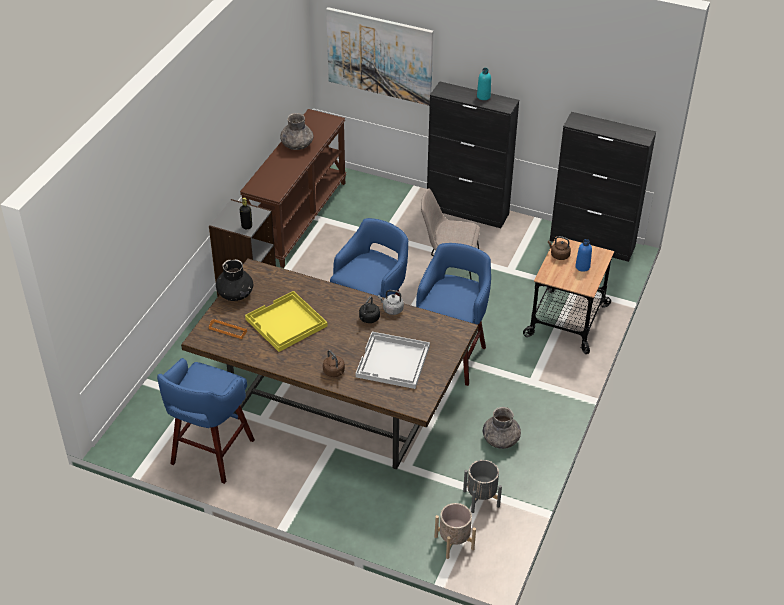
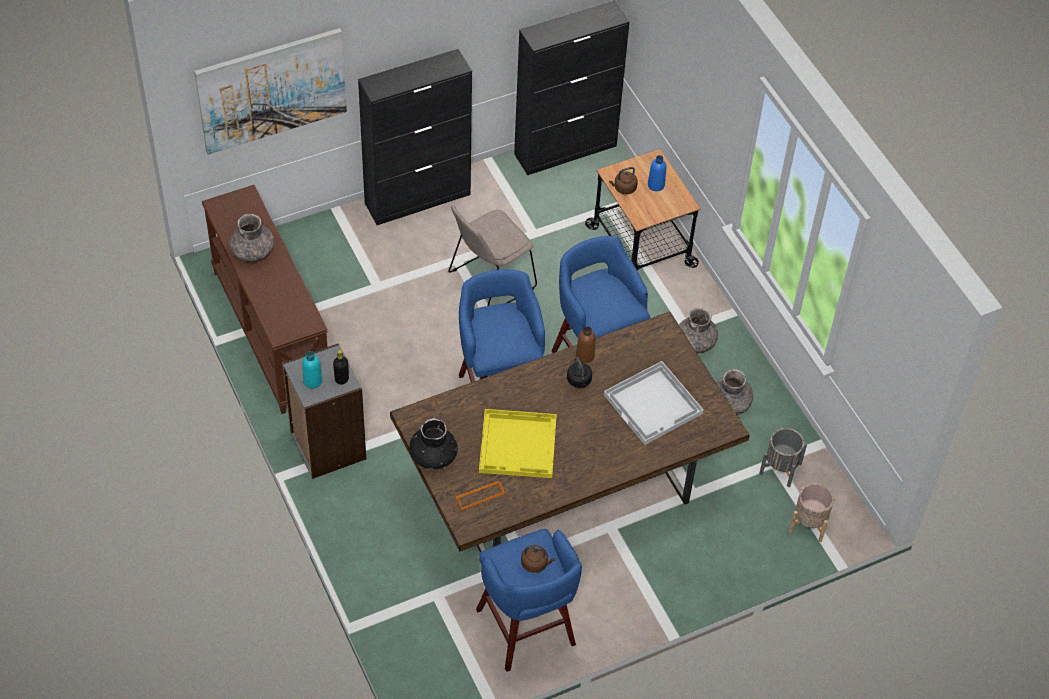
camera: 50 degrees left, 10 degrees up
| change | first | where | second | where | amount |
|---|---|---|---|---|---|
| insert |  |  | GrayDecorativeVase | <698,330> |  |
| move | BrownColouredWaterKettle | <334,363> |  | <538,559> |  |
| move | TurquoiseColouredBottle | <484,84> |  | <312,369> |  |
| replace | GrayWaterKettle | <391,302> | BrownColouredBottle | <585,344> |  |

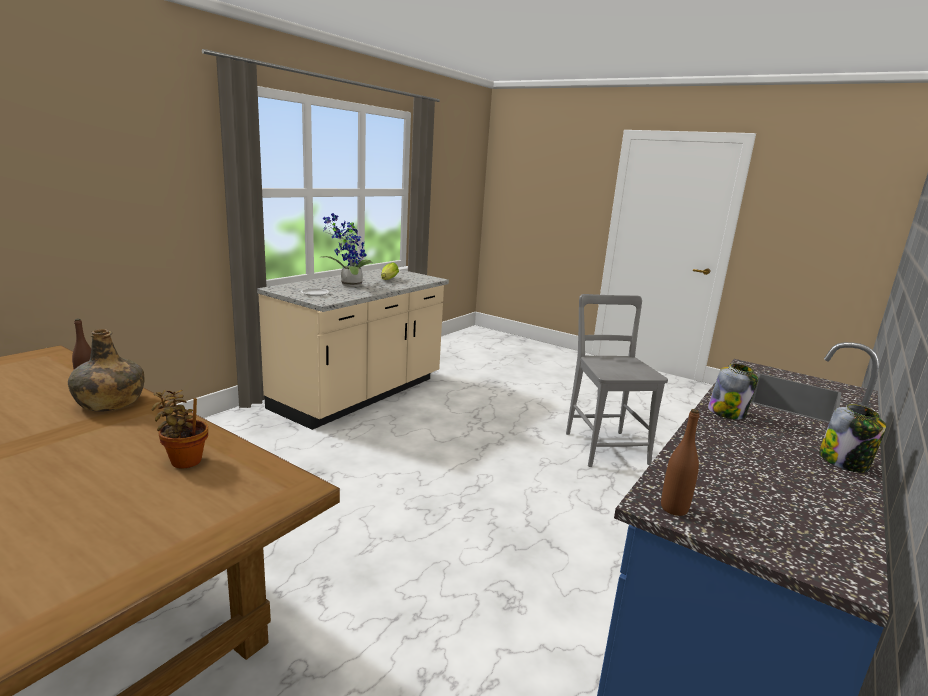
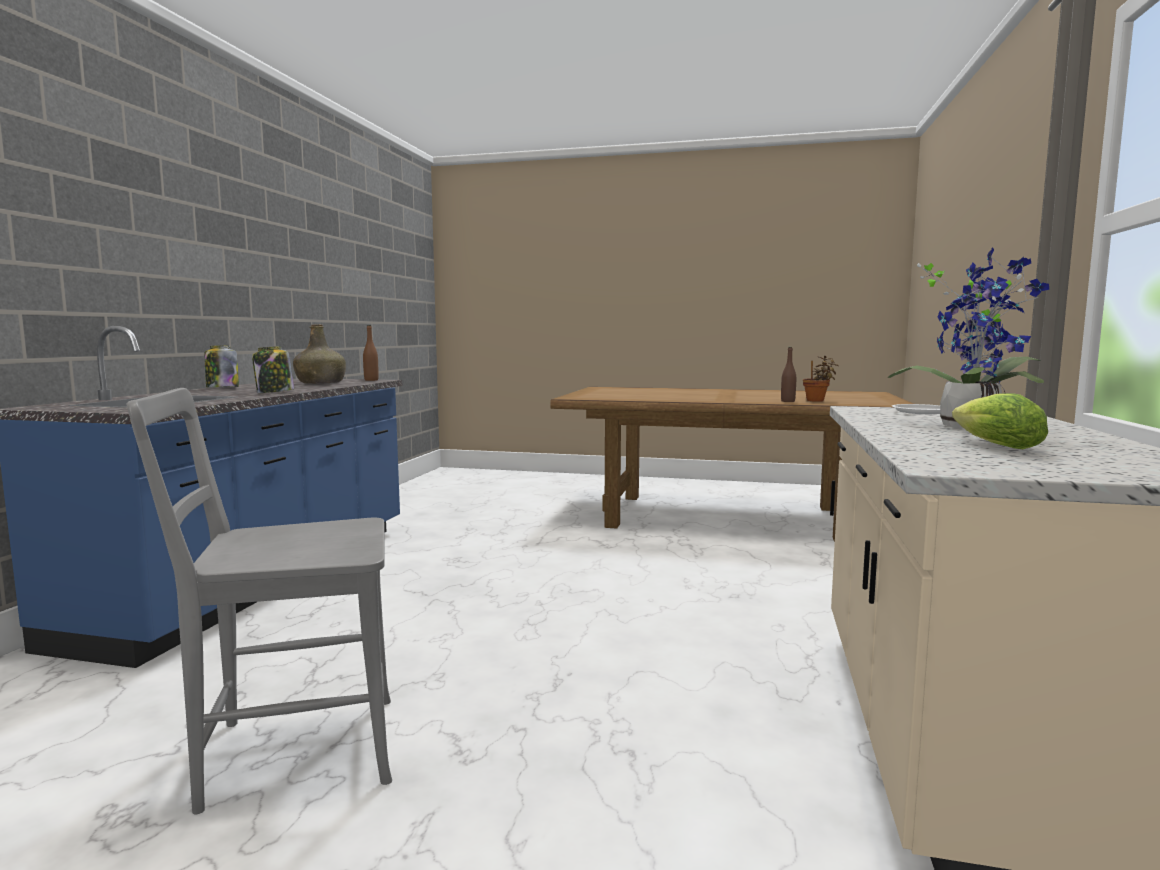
camera: 160 degrees right, 10 degrees down
| change | first | where | second | where | amount |
|---|---|---|---|---|---|
| move | GreenBottle | <106,370> |  | <319,354> |  |
| move | PlantInAPot | <179,429> |  | <821,379> |  |
| rotate | GrayUprightChair | <617,380> |  | <259,601> | 105 degrees clockwise |

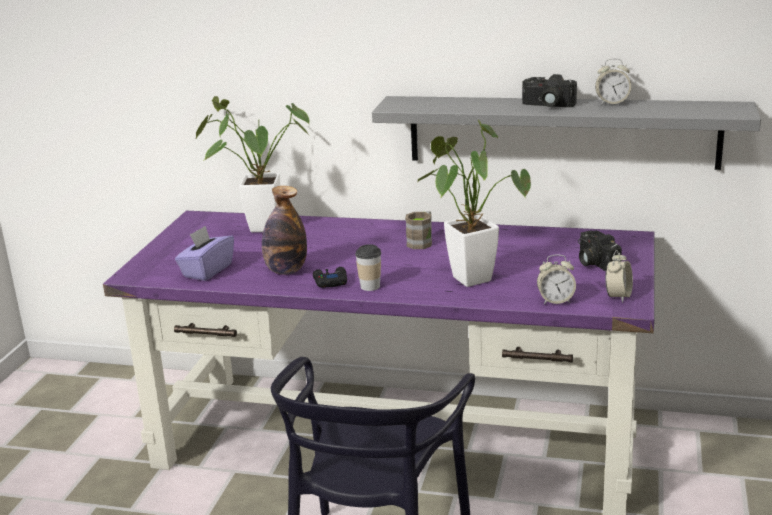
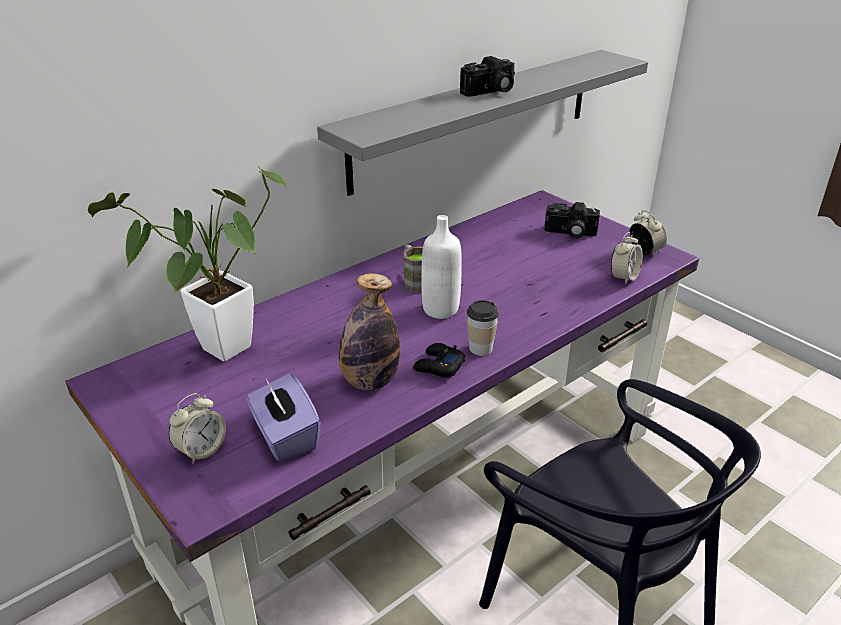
camera: 55 degrees left, 10 degrees up
| change | first | where | second | where | amount |
|---|---|---|---|---|---|
| delete | PlantInAPot | <474,203> |  |  |  |
| insert |  |  | WhiteColouredBottle | <441,267> |  |
| move | BedsideClock | <613,81> |  | <197,428> |  |

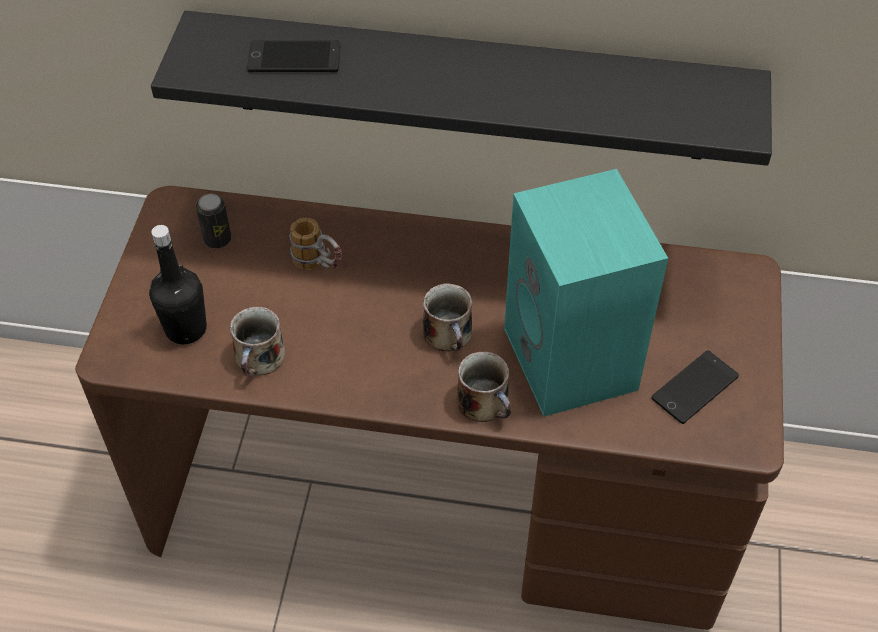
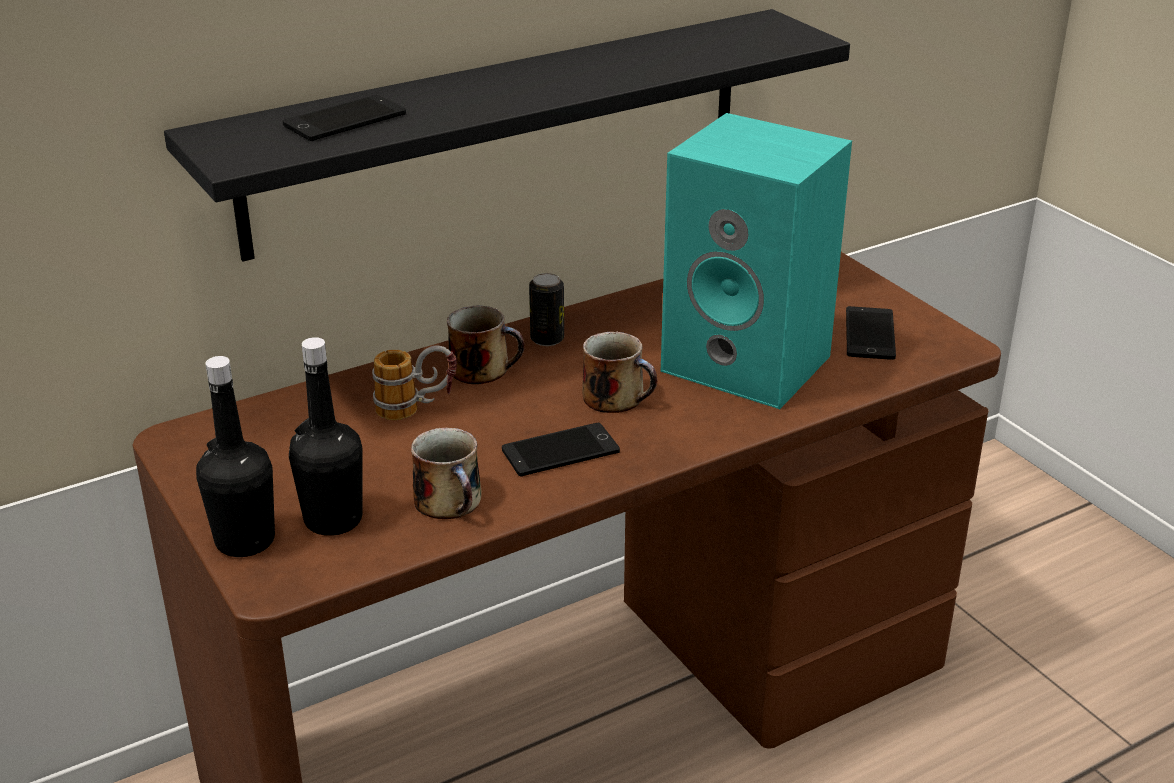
camera: 40 degrees left, 20 degrees down
| change | first | where | second | where | amount |
|---|---|---|---|---|---|
| insert |  |  | BlackColouredBottle | <235,456> |  |
| insert |  |  | Telephone | <561,449> |  |
| move | Can | <213,221> |  | <546,309> |  |
| move | TeaMug | <484,387> |  | <486,344> |  |

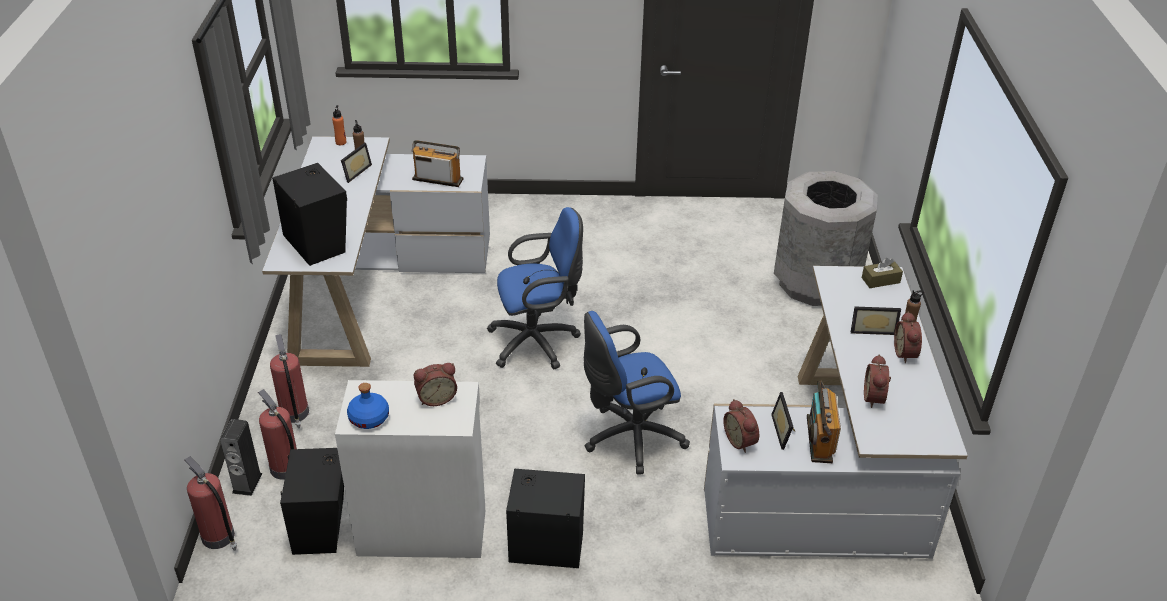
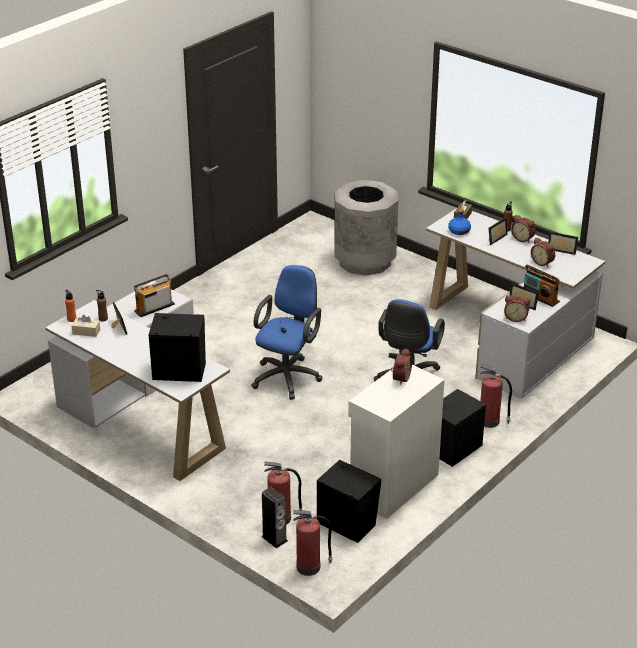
camera: 50 degrees left, 5 degrees down
| change | first | where | second | where | amount |
|---|---|---|---|---|---|
| insert |  |  | BeigeTissueHolder | <85,326> |  |
| insert |  |  | StandingFrame | <563,243> |  |
| move | Extinguisher | <289,381> |  | <496,396> |  |
| move | BluishBottle | <368,406> |  | <459,222> |  |

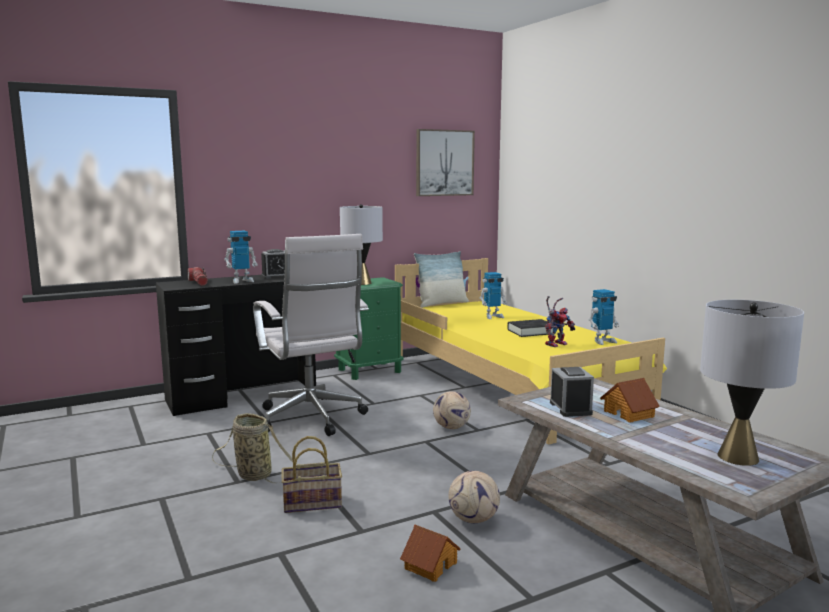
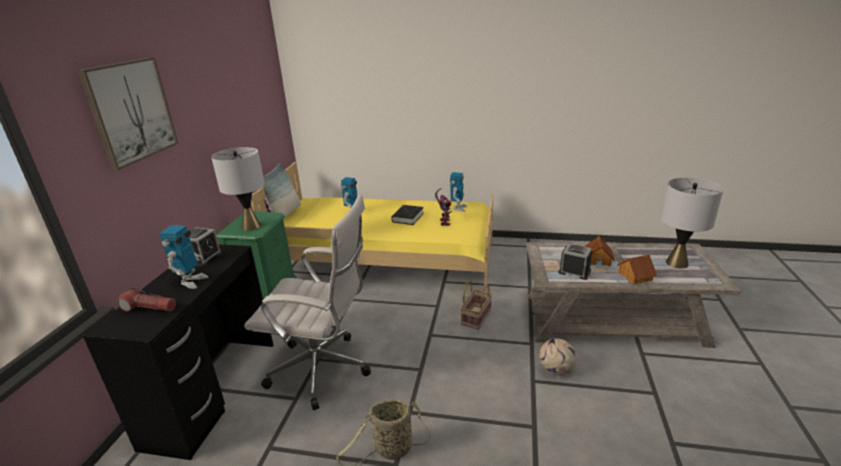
camera: 50 degrees left, 15 degrees up
| change | first | where | second | where | amount |
|---|---|---|---|---|---|
| delete | Football | <452,410> |  |  |  |
| move | HouseholdBasket | <312,474> |  | <476,305> |  |
| move | ModelHouse | <430,553> |  | <637,269> |  |
| move | WallPicture | <445,162> |  | <127,113> |  |

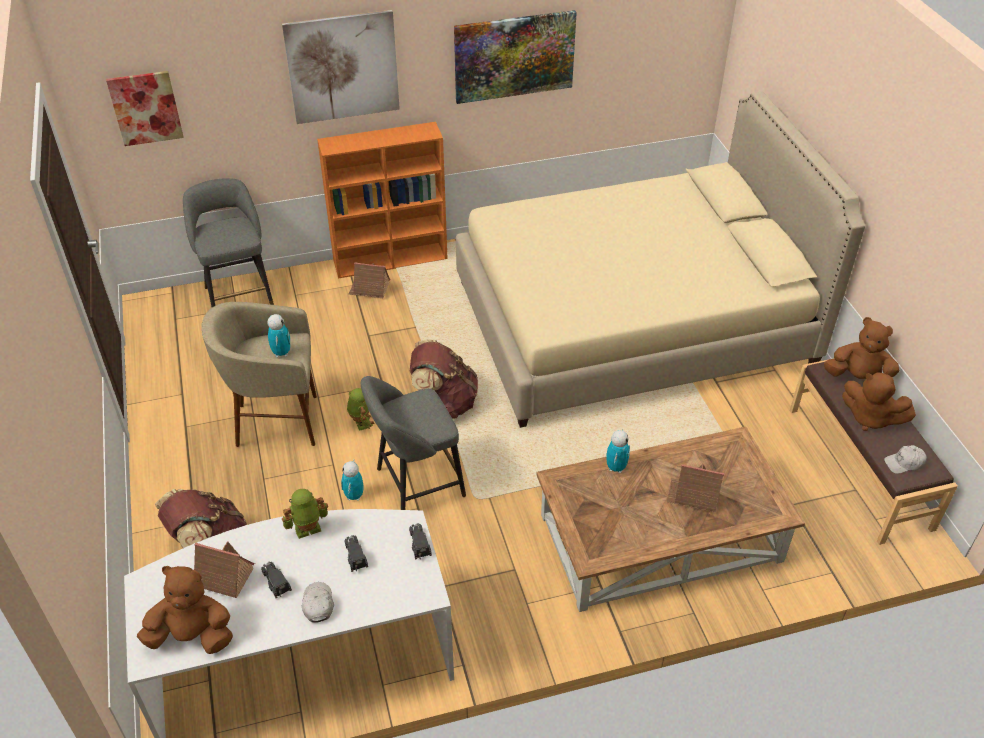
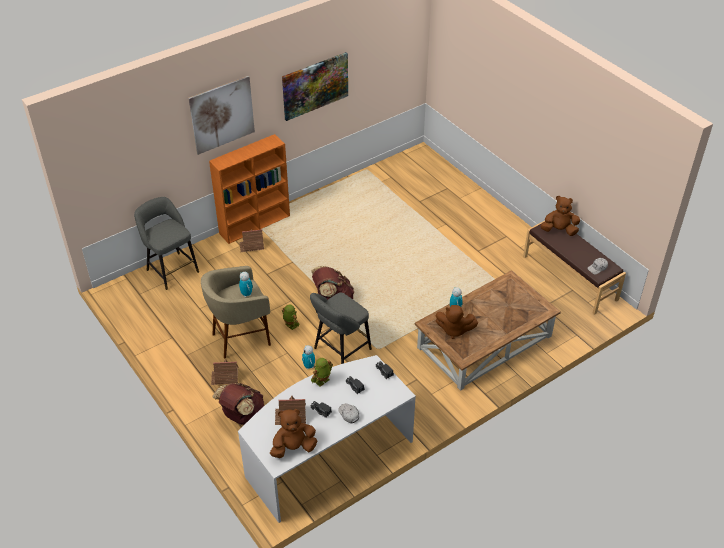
camera: 20 degrees left, 0 degrees up
| change | first | where | second | where | amount |
|---|---|---|---|---|---|
| delete | WallPicture | <145,108> |  |  |  |
| delete | BeigeSleepingBed | <660,260> |  |  |  |
| move | ModelHouse | <695,488> |  | <225,372> |  |
| move | BrownColouredPlushToy | <879,401> |  | <456,322> |  |

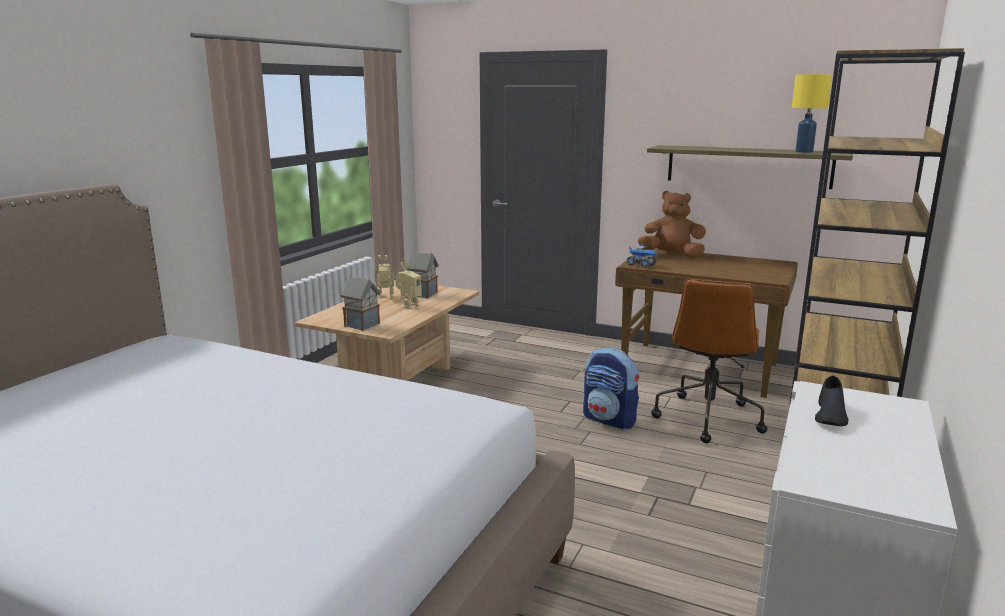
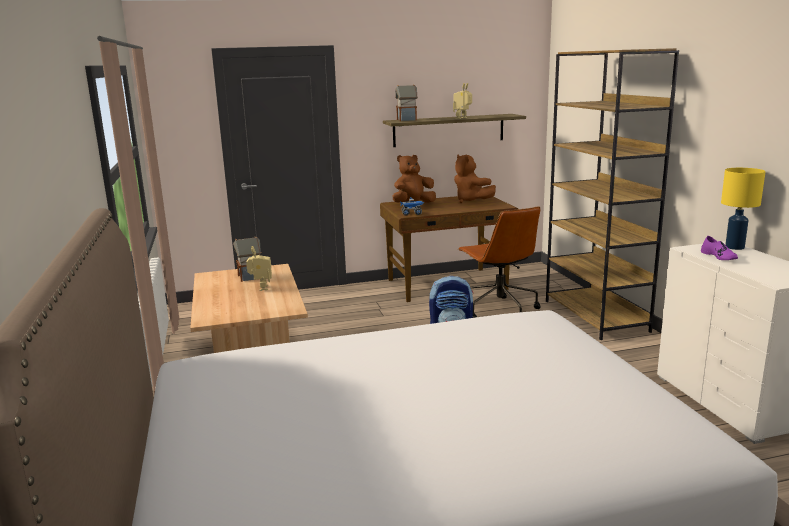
camera: 40 degrees left, 0 degrees up
| change | first | where | second | where | amount |
|---|---|---|---|---|---|
| insert |  |  | BrownColouredPlushToy | <475,178> |  |
| move | ModelHouse | <361,303> |  | <406,102> |  |
| move | ToyRobot | <385,276> |  | <462,101> |  |
| move | YellowColouredTabletopLamp | <812,113> |  | <743,209> |  |
| recolor | BlackColouredLowShoe | <832,400> | PurplishLowShoe | <719,248> |  |

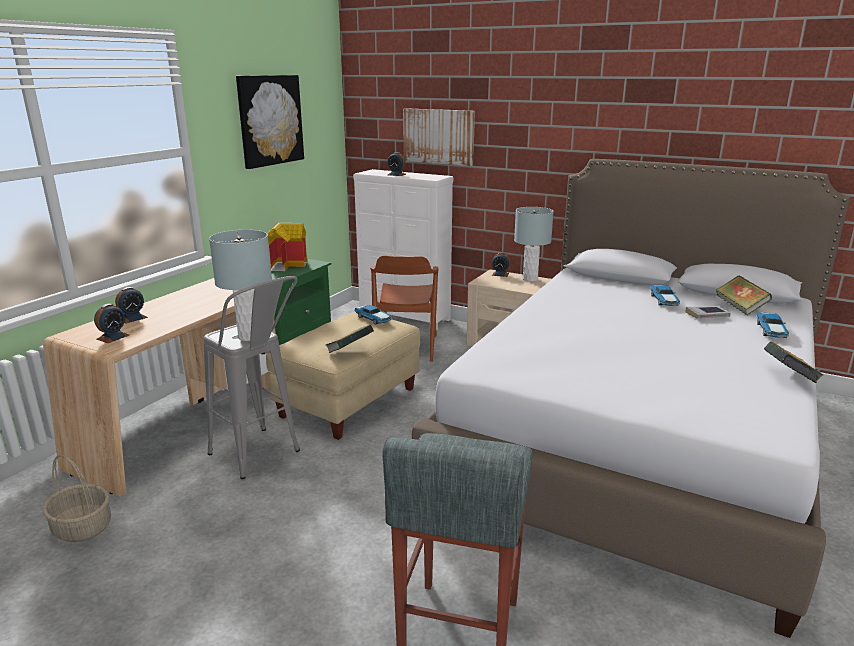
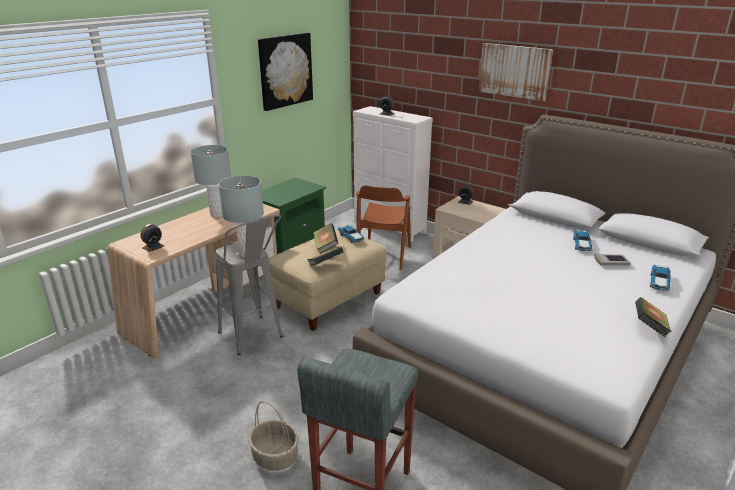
camera: 10 degrees right, 5 degrees up
| change | first | where | second | where | amount |
|---|---|---|---|---|---|
| delete | BedsideClock | <131,305> |  |  |  |
| delete | ModelHouse | <287,247> |  |  |  |
| move | HouseholdBasket | <76,498> |  | <273,436> |  |
| move | WallPicture | <439,137> |  | <516,72> |  |
| move | GrayTabletopLamp | <534,244> |  | <211,181> |  |
| move | Volume | <744,295> |  | <325,238> |  |

